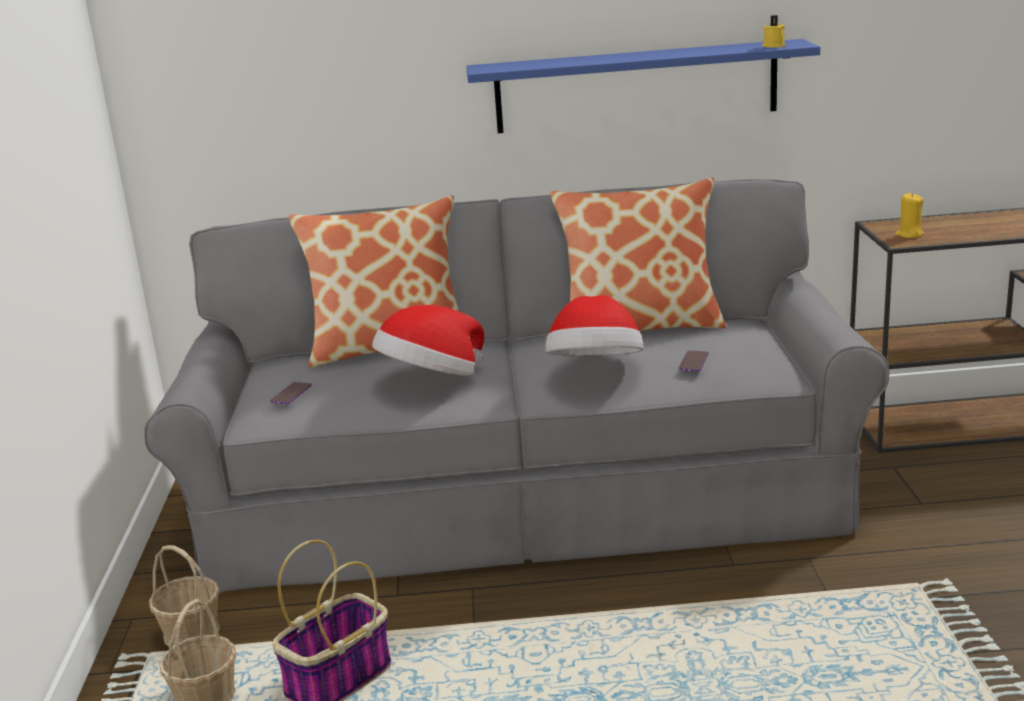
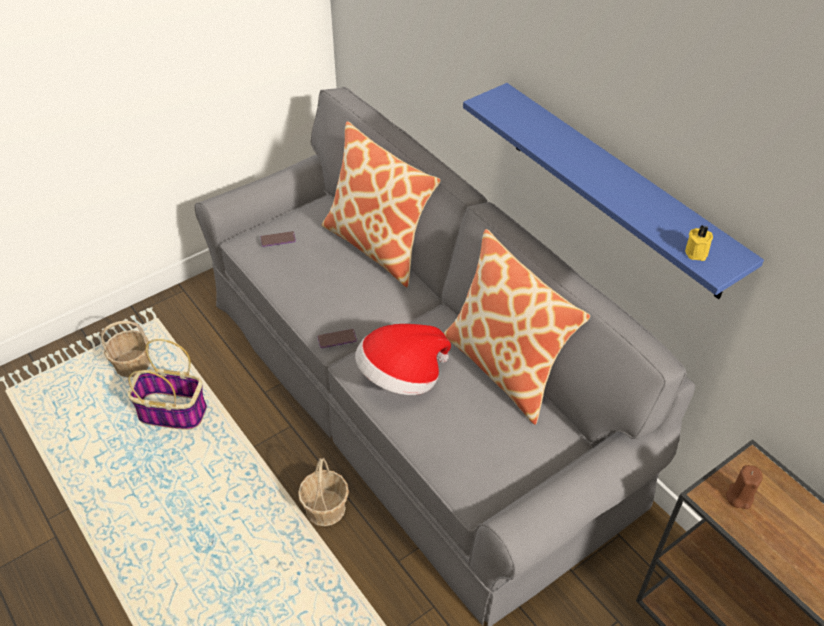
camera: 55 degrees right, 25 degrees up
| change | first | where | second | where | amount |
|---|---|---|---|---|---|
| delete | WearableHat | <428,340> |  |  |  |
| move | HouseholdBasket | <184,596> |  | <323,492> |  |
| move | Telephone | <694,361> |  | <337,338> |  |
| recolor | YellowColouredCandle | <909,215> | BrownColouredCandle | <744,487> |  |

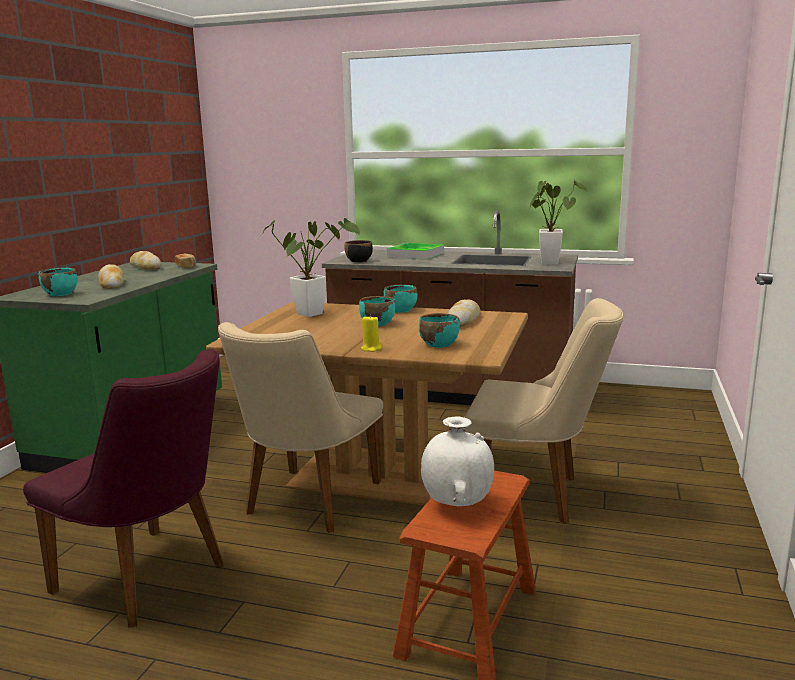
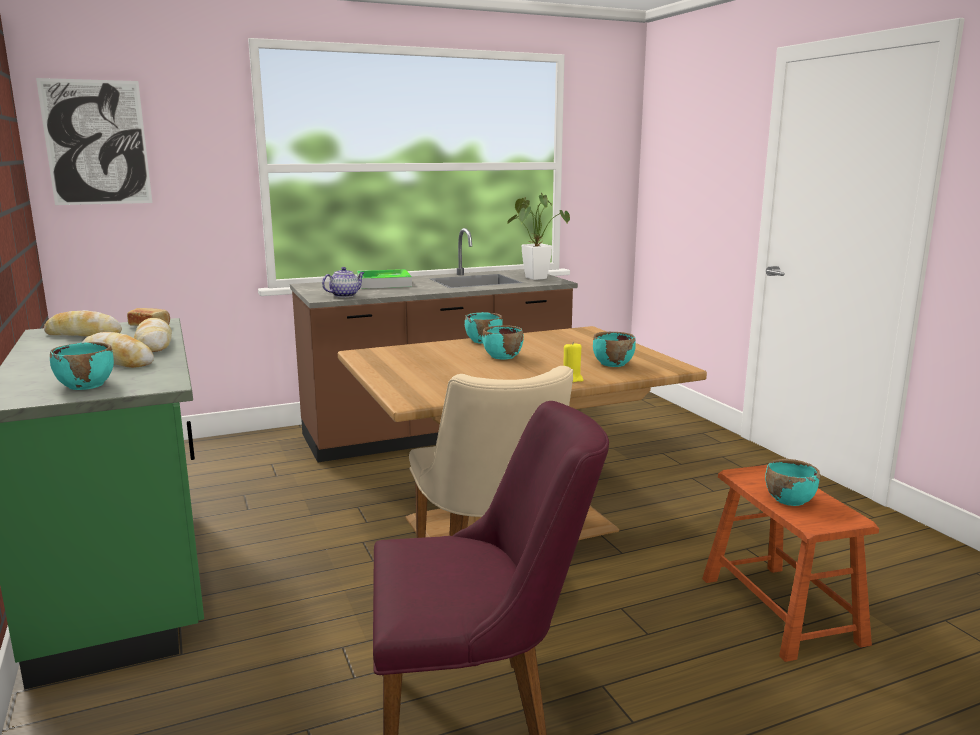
camera: 40 degrees left, 0 degrees up
| change | first | where | second | where | amount |
|---|---|---|---|---|---|
| delete | PlantInAPot | <311,267> |  |  |  |
| delete | BeigeUprightChair | <543,410> |  |  |  |
| insert |  |  | WallPicture | <94,141> |  |
| move | BakeryBread | <464,313> |  | <153,335> |  |
| replace | BlackColouredDeepDish | <358,251> | TeaPot | <343,282> |  |
| replace | WhiteColouredDecorativeVase | <457,461> | TurquoiseColouredDeepDish | <792,482> |  |

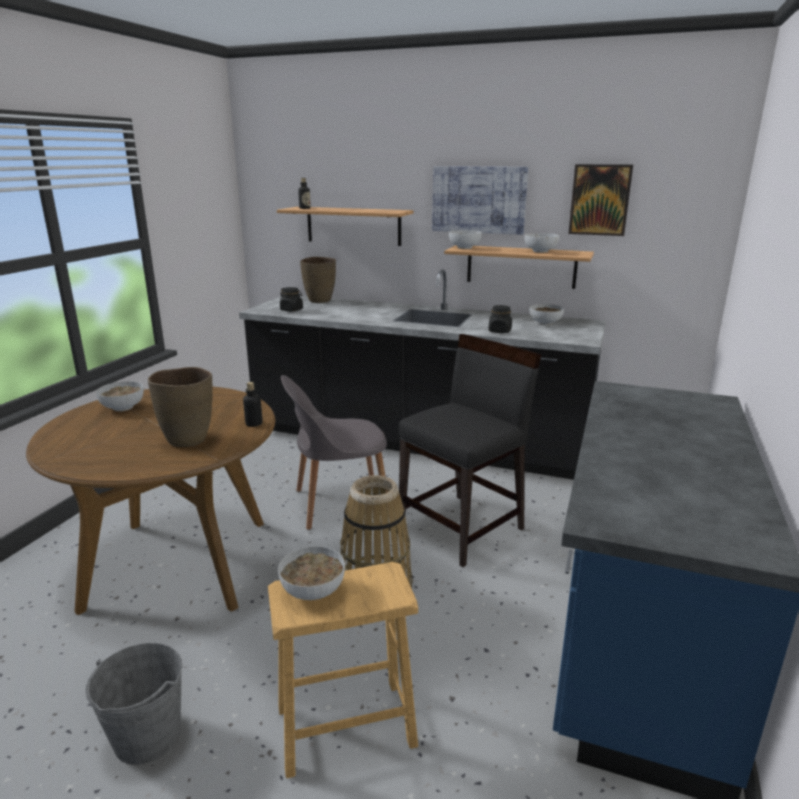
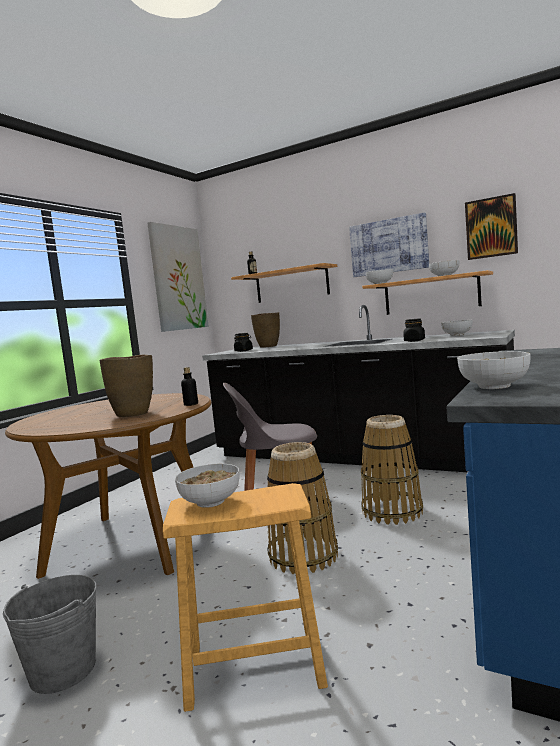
camera: 10 degrees right, 15 degrees down
| change | first | where | second | where | amount |
|---|---|---|---|---|---|
| insert |  |  | WallPicture | <178,277> |  |
| move | DeepDish | <120,396> |  | <494,370> |  |
| replace | BlackColouredUprightChair | <470,450> | HouseholdBasket | <392,470> |  |

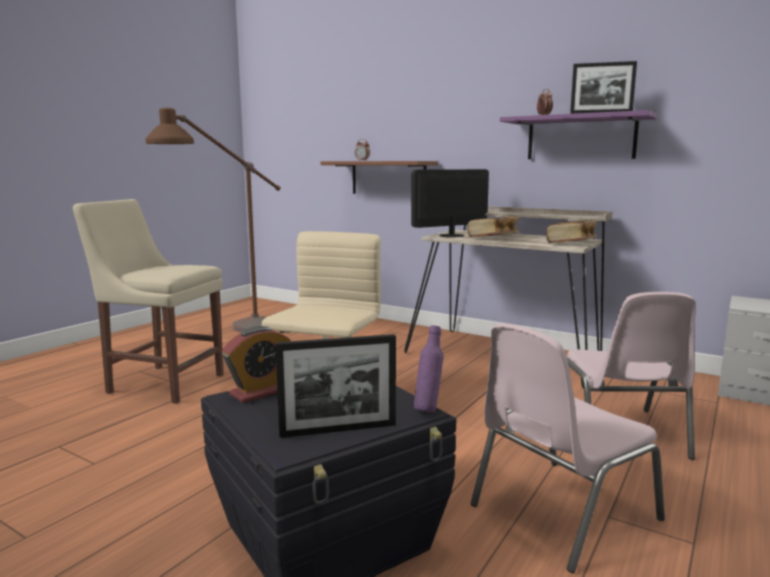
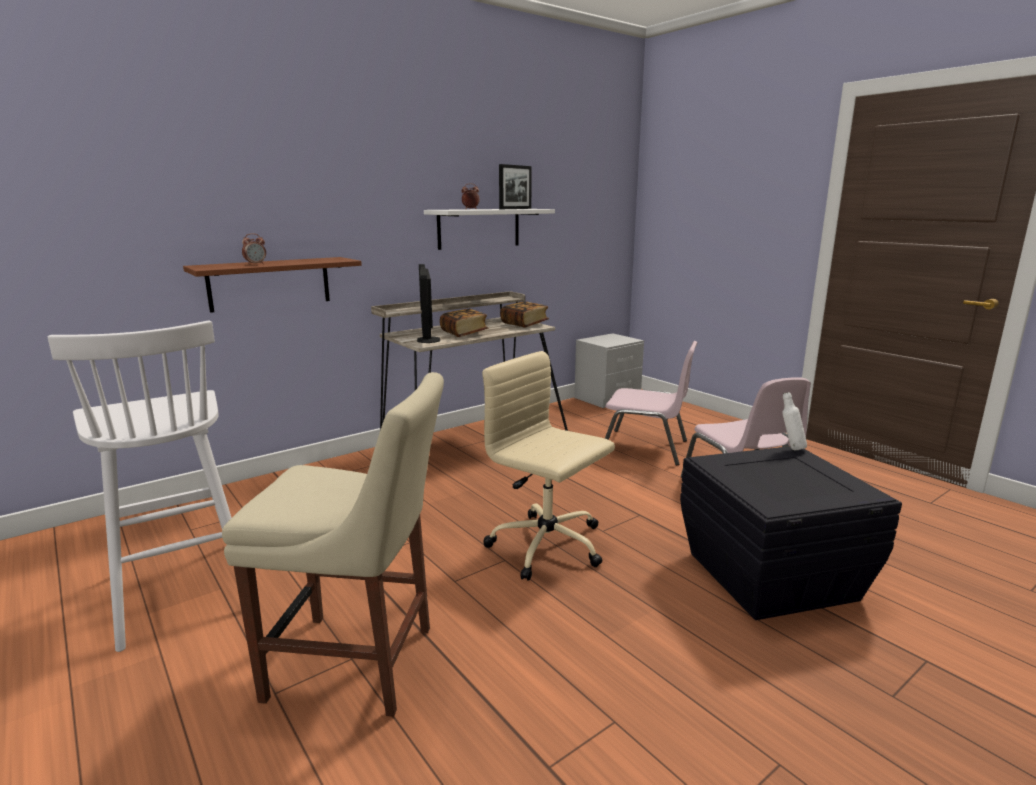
camera: 70 degrees left, 5 degrees up
| change | first | where | second | where | amount |
|---|---|---|---|---|---|
| delete | BedsideClock | <256,364> |  |  |  |
| delete | StandingFrame | <335,386> |  |  |  |
| replace | BrownColouredStandardLamp | <213,220> | WhiteColouredStool | <139,486> |  |
| recolor | PurplishBottle | <429,369> | WhiteColouredBottle | <794,421> |  |
| recolor | PurplishShelf | <578,134> | WhiteColouredShelf | <489,229> |  |
| rotate | BeigeUprightChair | <148,301> |  | <333,544> | 120 degrees counterclockwise |

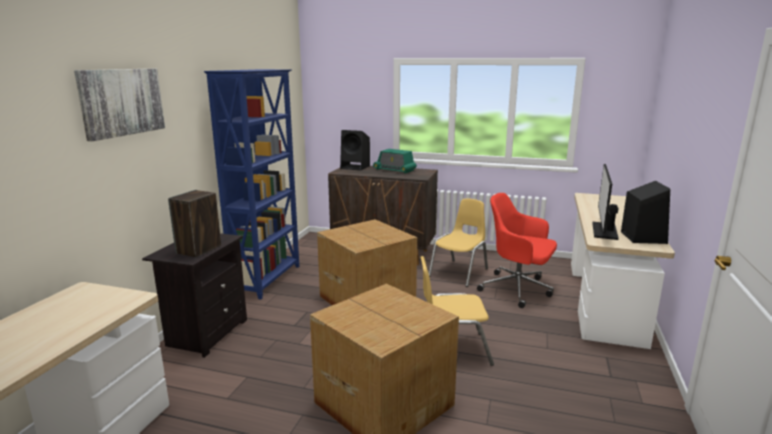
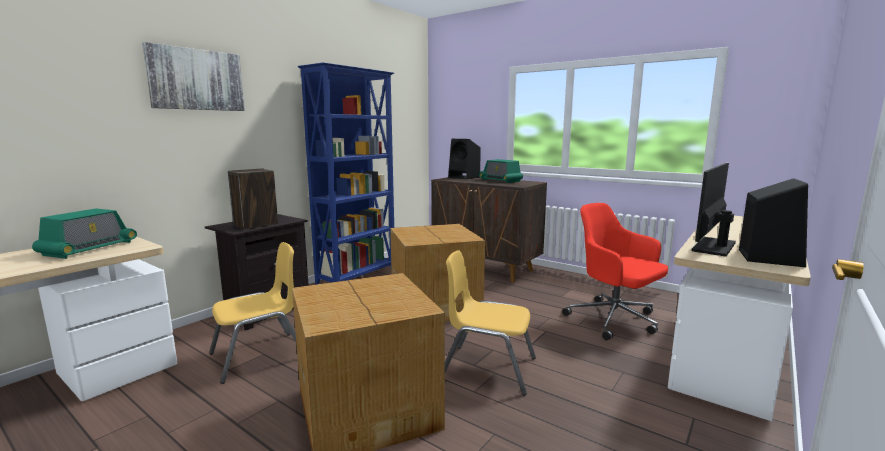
camera: 20 degrees right, 5 degrees down
| change | first | where | second | where | amount |
|---|---|---|---|---|---|
| insert |  |  | Radio | <84,233> |  |
| move | YellowColouredUprightChair | <458,242> |  | <252,313> |  |

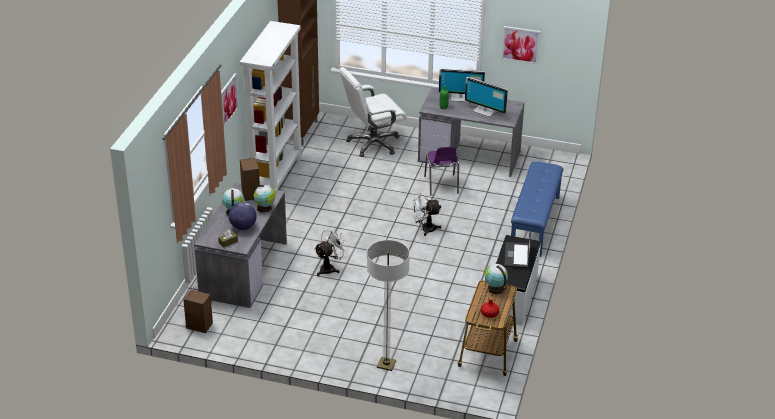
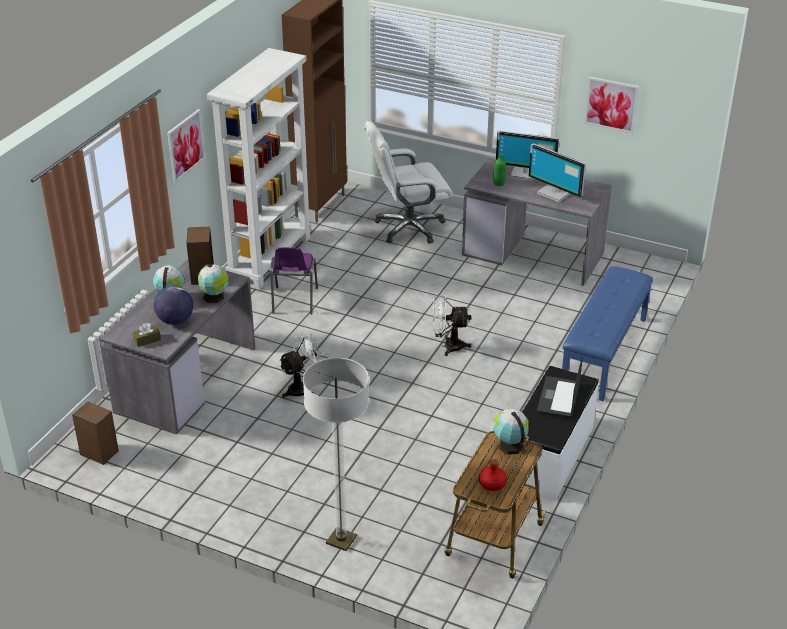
camera: 10 degrees right, 0 degrees up
| change | first | where | second | where | amount |
|---|---|---|---|---|---|
| move | PurplishUprightChair | <441,171> |  | <294,281> |  |

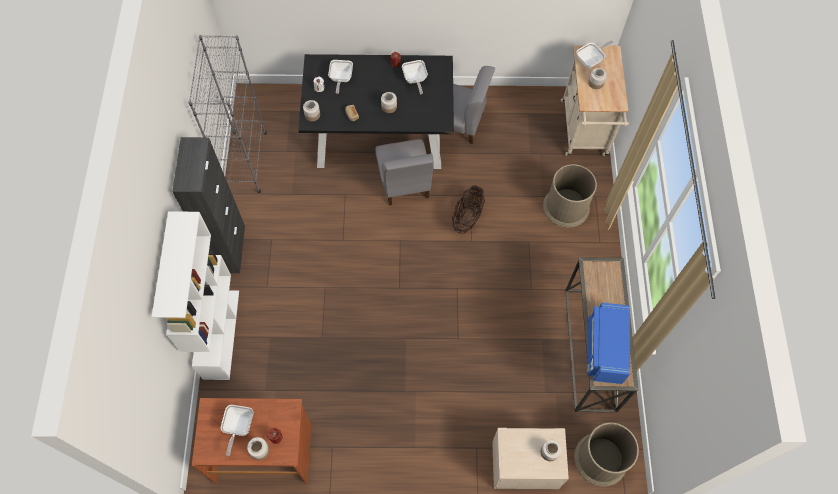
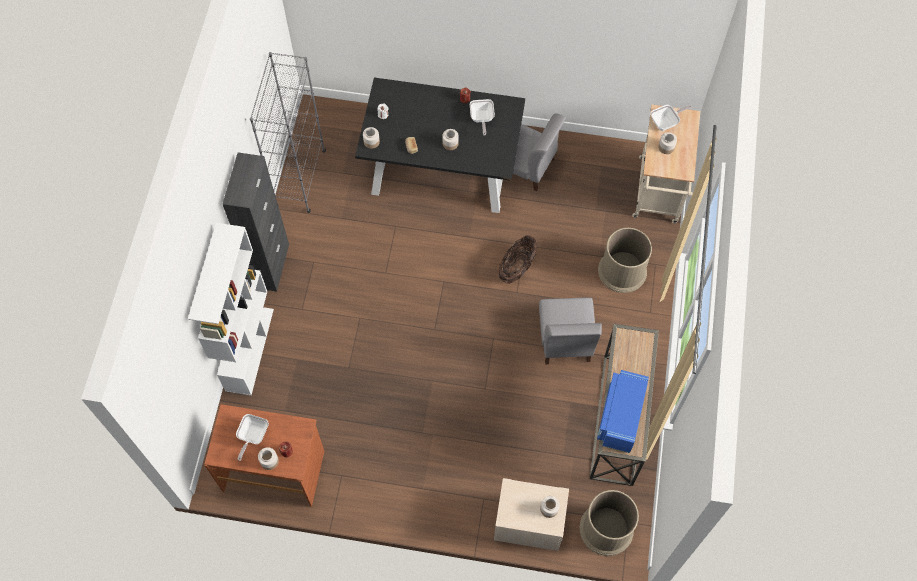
camera: 10 degrees right, 0 degrees up
| change | first | where | second | where | amount |
|---|---|---|---|---|---|
| delete | Skillet | <340,77> |  |  |  |
| move | GrayUprightChair | <404,172> |  | <570,331> |  |

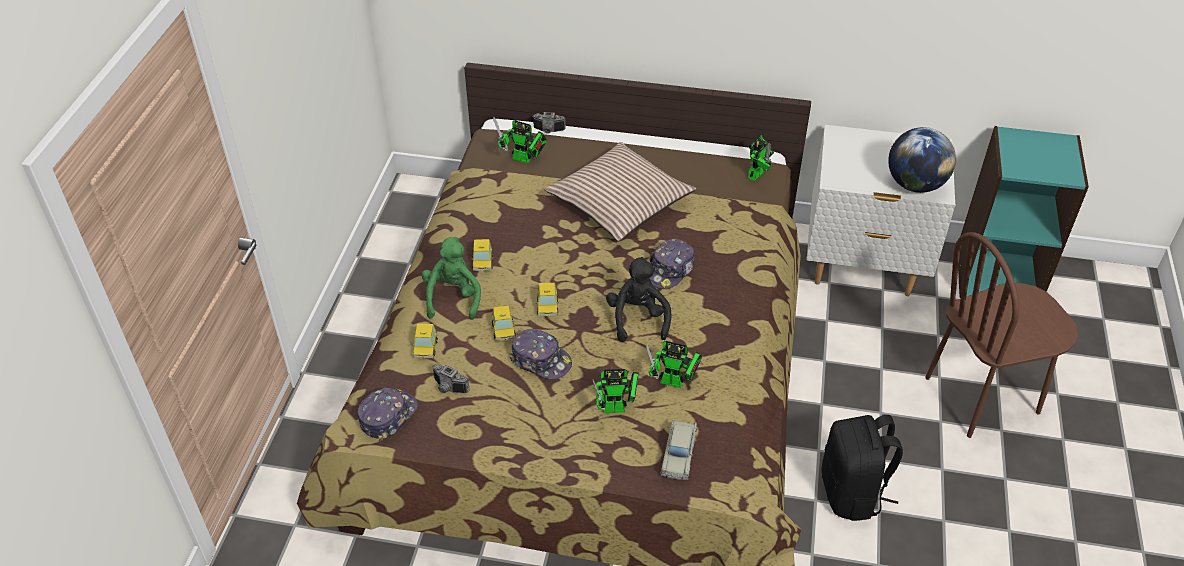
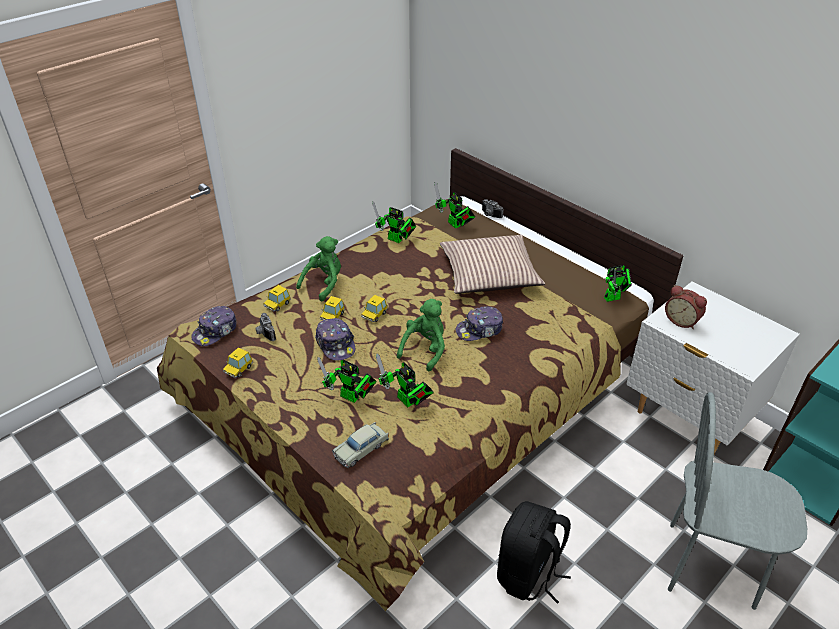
camera: 35 degrees right, 5 degrees down
| change | first | where | second | where | amount |
|---|---|---|---|---|---|
| delete | WorldGlobe | <922,160> |  |  |  |
| insert |  |  | ToyRobot | <394,222> |  |
| insert |  |  | BedsideClock | <686,307> |  |
| move | ModelCar | <482,255> |  | <238,362> |  |
| recolor | BlackColouredPlushToy | <638,299> | GreenPlushToy | <421,335> |  |
| recolor | BrownColouredUprightChair | <1001,335> | GrayUprightChair | <737,501> |  |
| rotate | BaseballCap | <387,415> |  | <214,326> | 150 degrees clockwise |

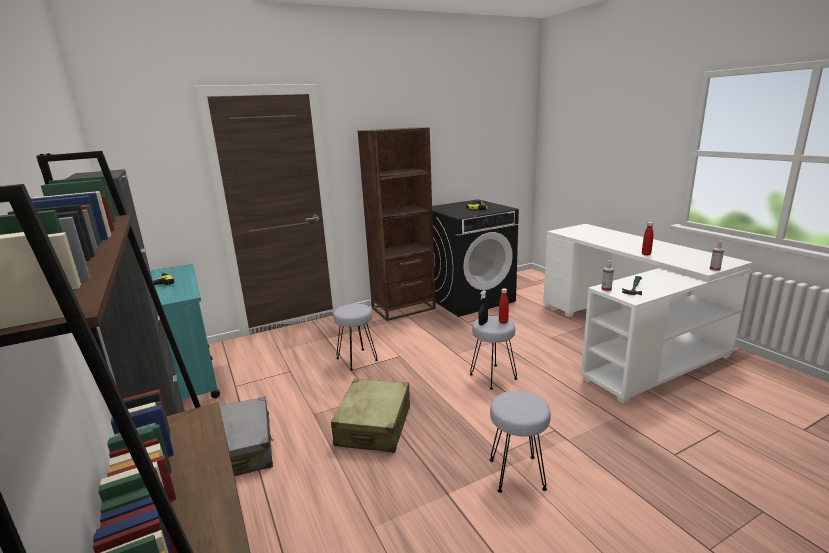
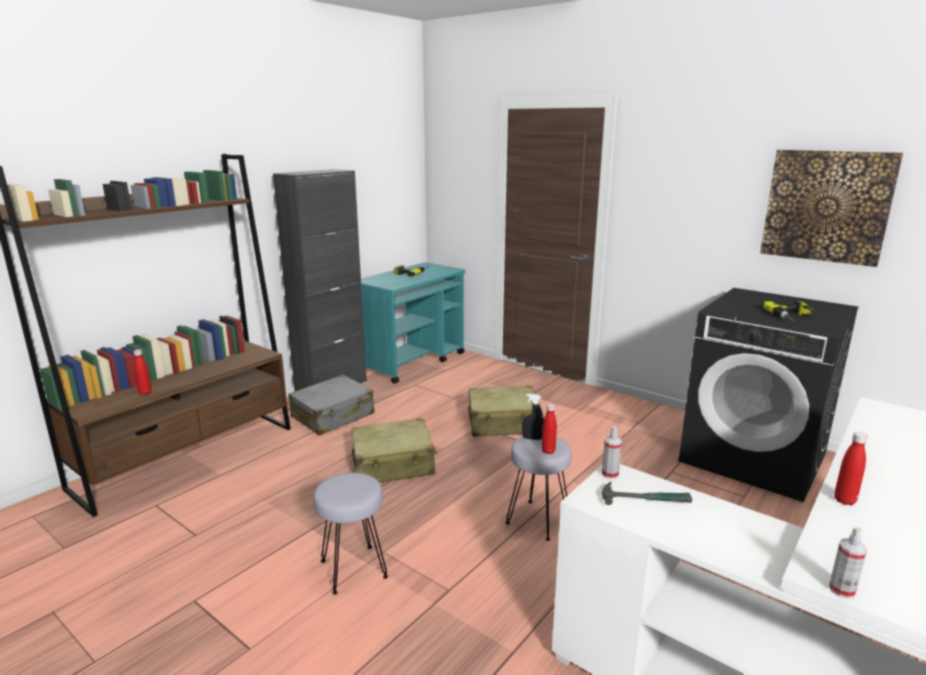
camera: 65 degrees right, 0 degrees up
| change | first | where | second | where | amount |
|---|---|---|---|---|---|
| delete | BrownColouredBookshelf | <397,224> |  |  |  |
| insert |  |  | RedColouredBottle | <142,372> |  |
| insert |  |  | WallPicture | <831,208> |  |
| replace | GrayStool | <355,337> | BeigeTravelCase | <501,411> |  |

